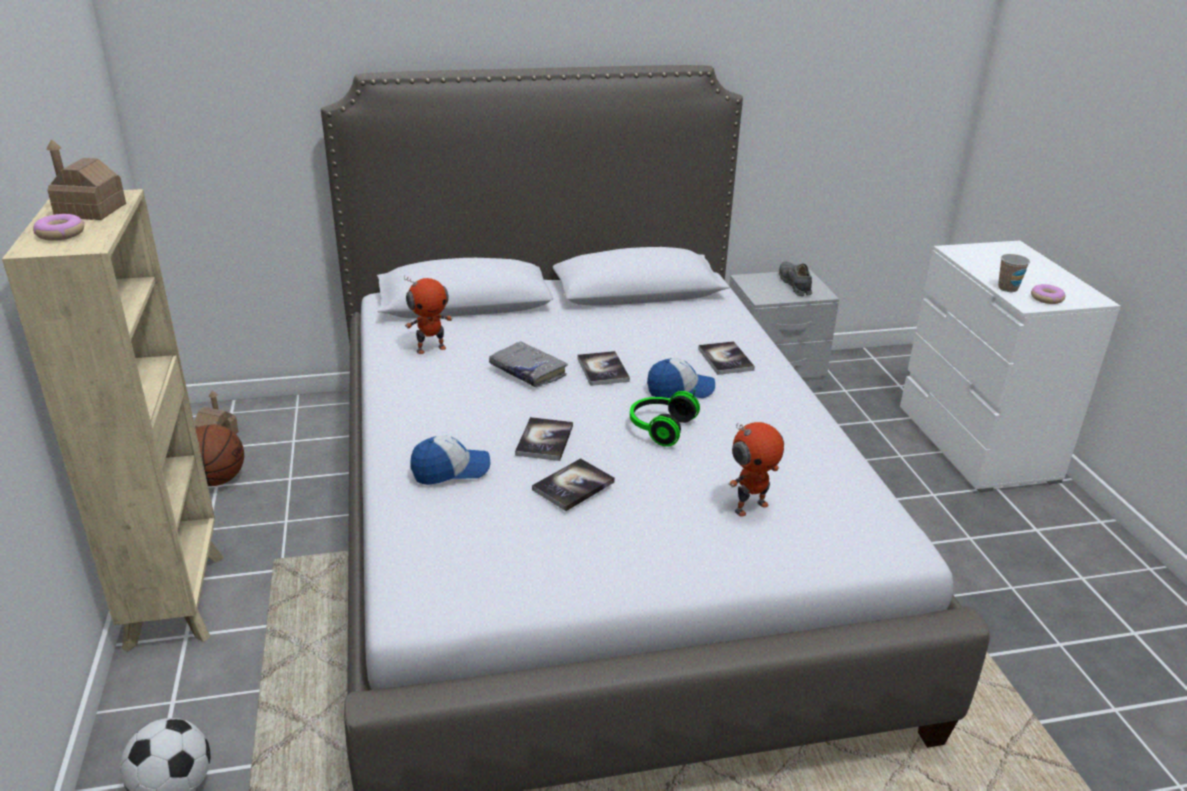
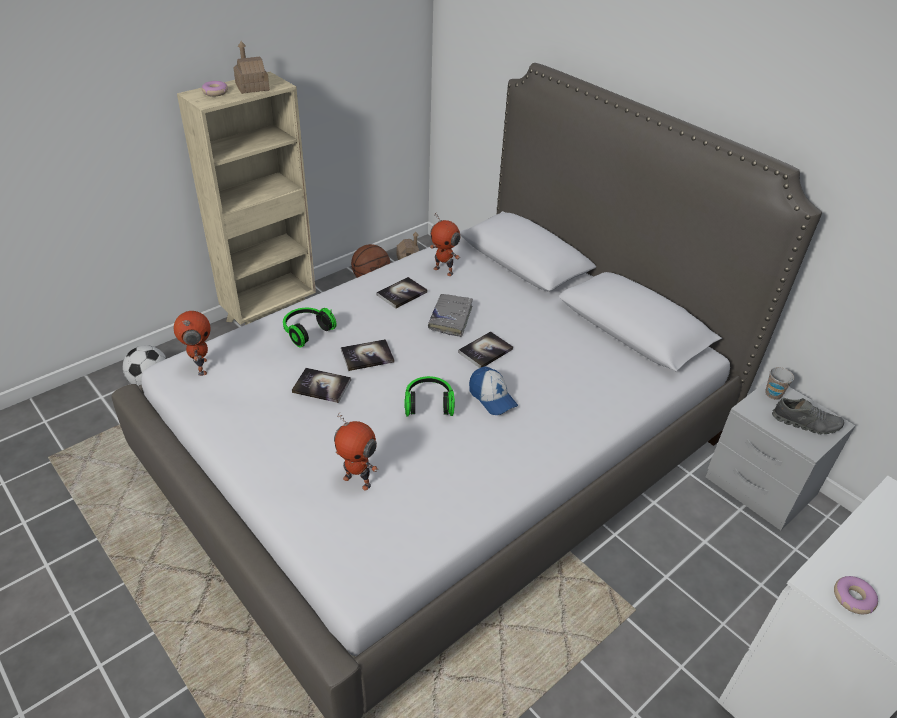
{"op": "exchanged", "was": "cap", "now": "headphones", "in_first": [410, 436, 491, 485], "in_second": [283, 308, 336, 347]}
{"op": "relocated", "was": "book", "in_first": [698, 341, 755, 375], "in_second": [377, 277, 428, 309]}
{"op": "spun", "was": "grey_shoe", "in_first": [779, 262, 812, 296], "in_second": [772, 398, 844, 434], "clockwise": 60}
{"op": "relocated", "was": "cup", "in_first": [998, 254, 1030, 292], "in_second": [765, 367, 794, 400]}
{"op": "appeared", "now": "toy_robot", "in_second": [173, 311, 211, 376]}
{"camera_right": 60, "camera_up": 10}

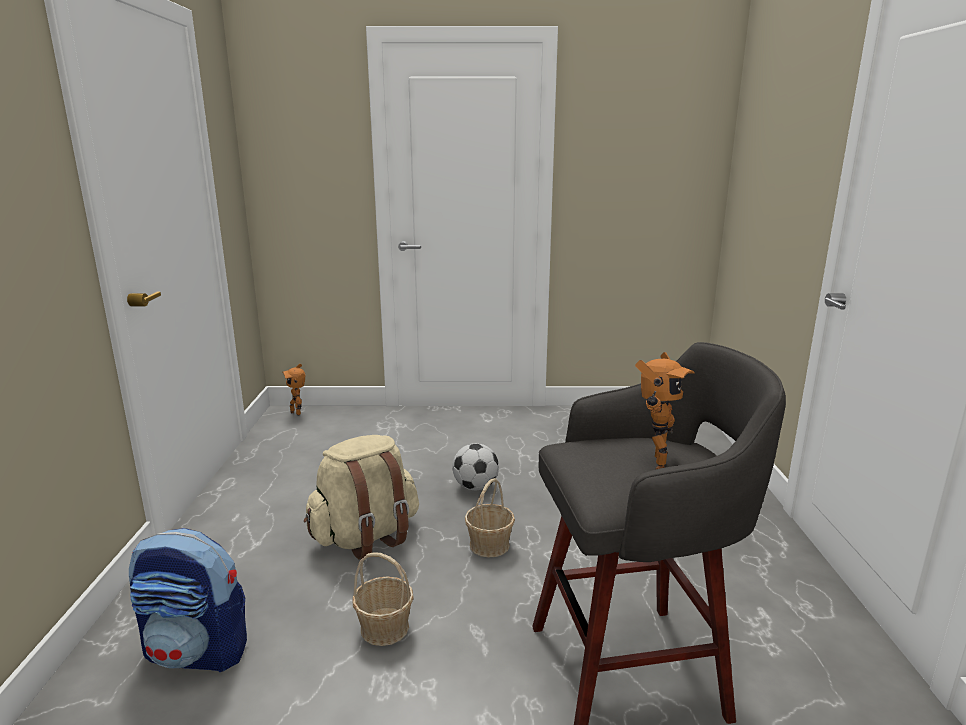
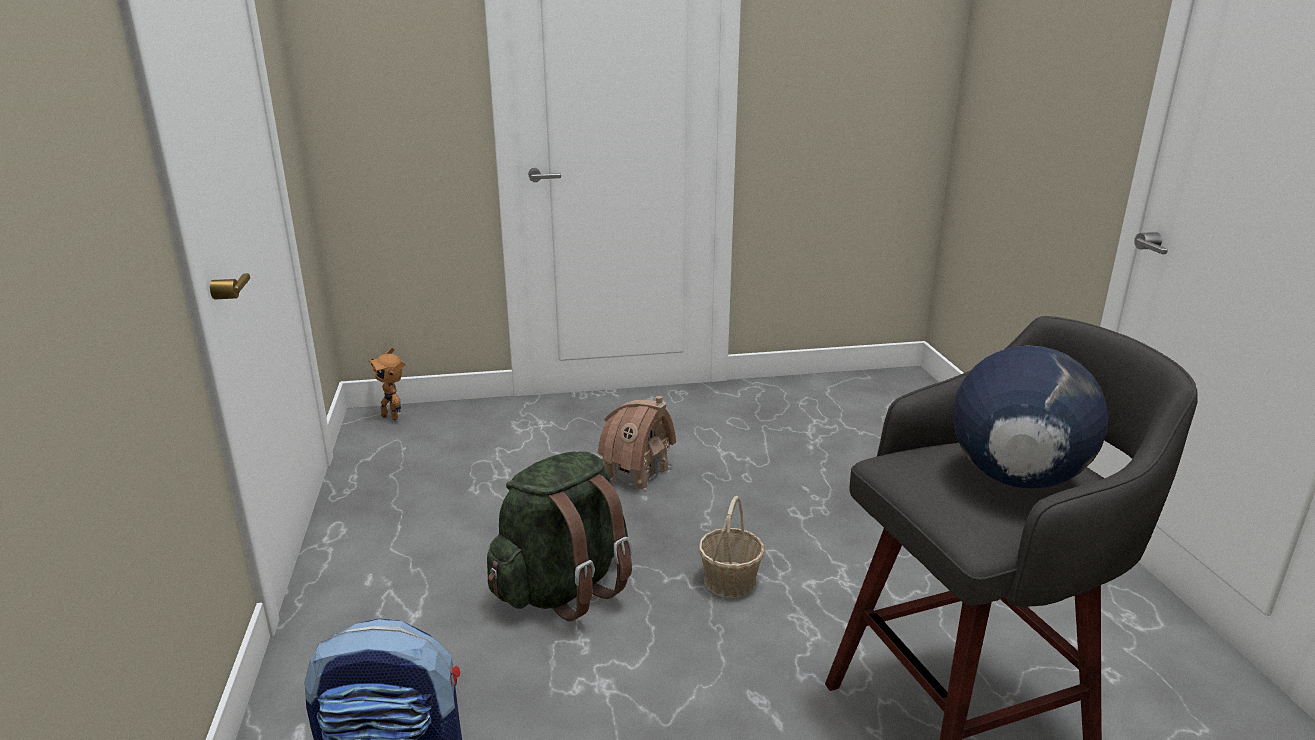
{"op": "colour", "was": "beige_backpack", "now": "green_backpack", "in_first": [304, 435, 419, 560], "in_second": [487, 451, 632, 621]}
{"op": "missing", "was": "basket", "in_first": [353, 552, 414, 646]}
{"op": "missing", "was": "football", "in_first": [452, 443, 499, 490]}
{"op": "exchanged", "was": "toy_robot", "now": "globe", "in_first": [635, 352, 695, 469], "in_second": [953, 345, 1108, 488]}
{"op": "appeared", "now": "toy_house", "in_second": [598, 396, 676, 491]}
{"camera_right": -10, "camera_up": 5}

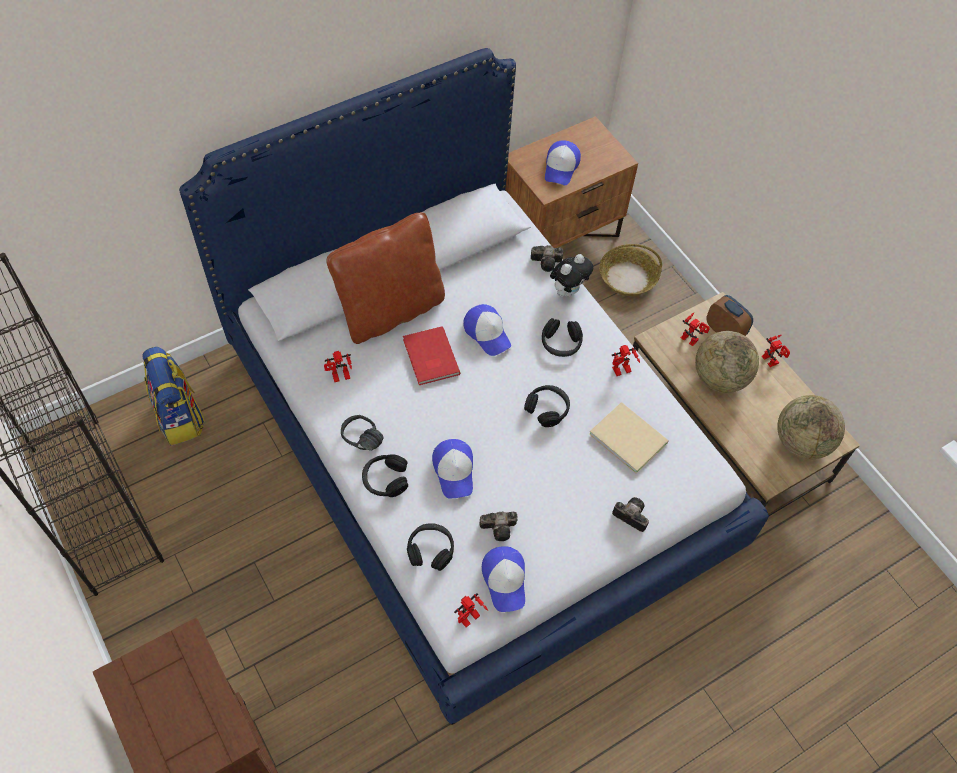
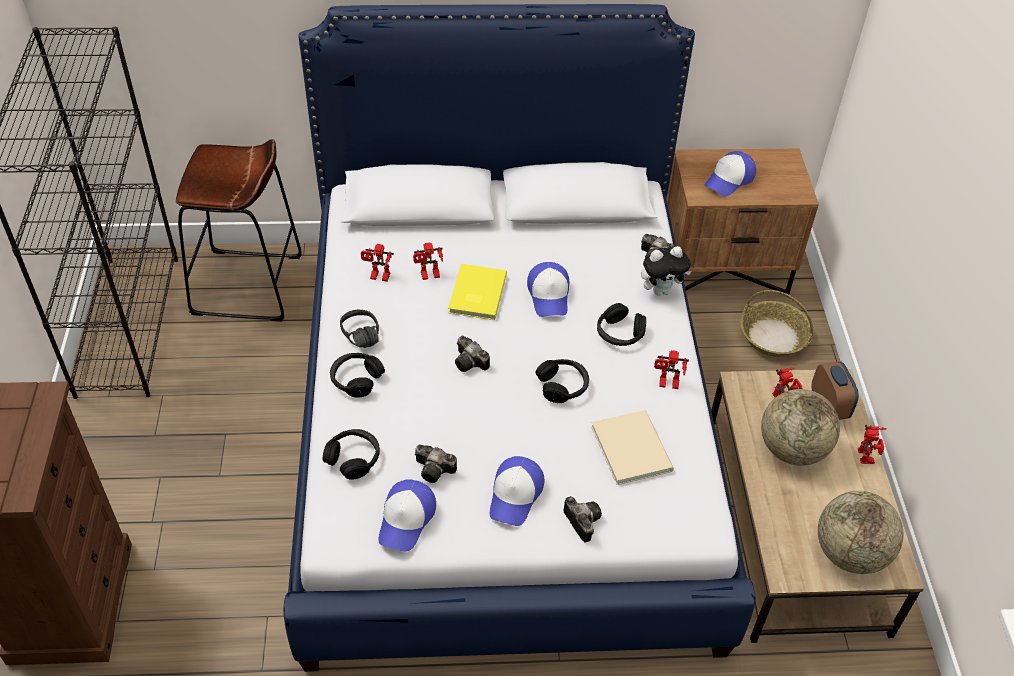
{"op": "exchanged", "was": "backpack", "now": "brown_stool", "in_first": [142, 347, 205, 446], "in_second": [175, 139, 302, 321]}
{"op": "missing", "was": "brown_pillow", "in_first": [326, 212, 445, 344]}
{"op": "colour", "was": "red_book", "now": "yellow_book", "in_first": [403, 326, 460, 385], "in_second": [448, 264, 507, 320]}
{"op": "relocated", "was": "cap", "in_first": [432, 439, 473, 499], "in_second": [490, 456, 544, 526]}
{"op": "relocated", "was": "toy_robot", "in_first": [454, 593, 488, 627], "in_second": [413, 242, 443, 280]}
{"op": "appeared", "now": "photo_camera", "in_second": [455, 336, 490, 372]}
{"camera_right": 30, "camera_up": -10}

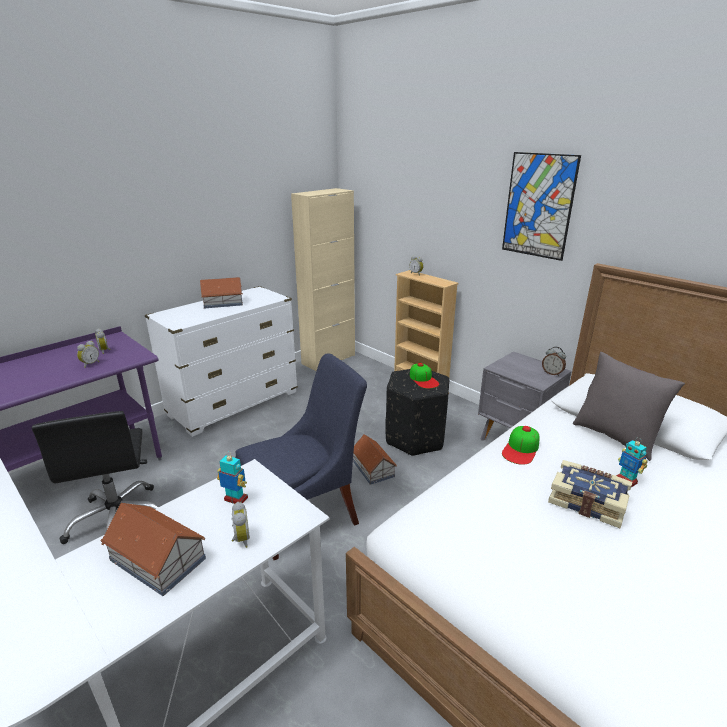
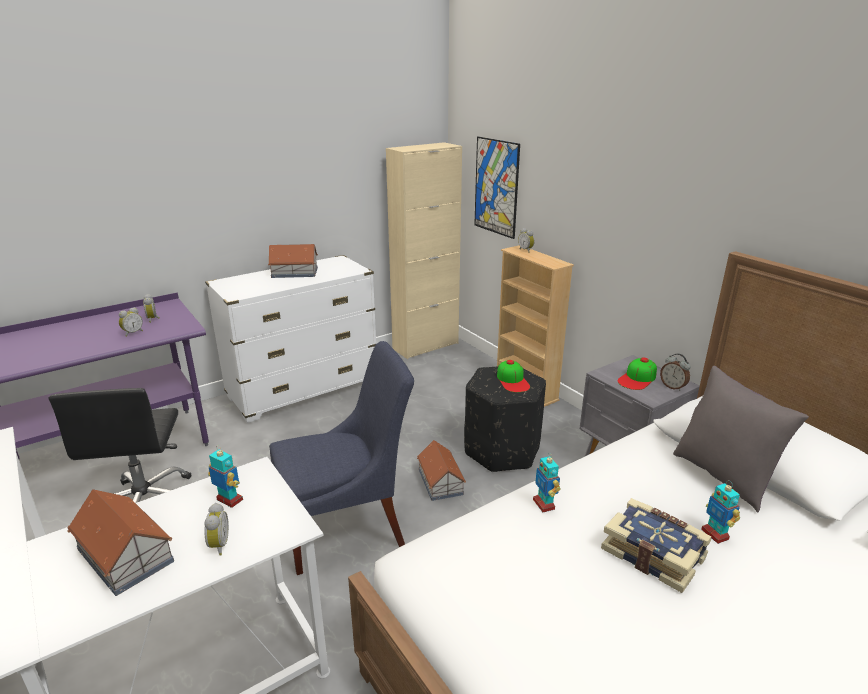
{"op": "relocated", "was": "picture", "in_first": [502, 152, 581, 261], "in_second": [474, 136, 520, 239]}
{"op": "relocated", "was": "cap", "in_first": [502, 426, 540, 465], "in_second": [618, 357, 657, 390]}
{"op": "appeared", "now": "toy_robot", "in_second": [533, 453, 561, 512]}
{"camera_right": 10, "camera_up": 0}

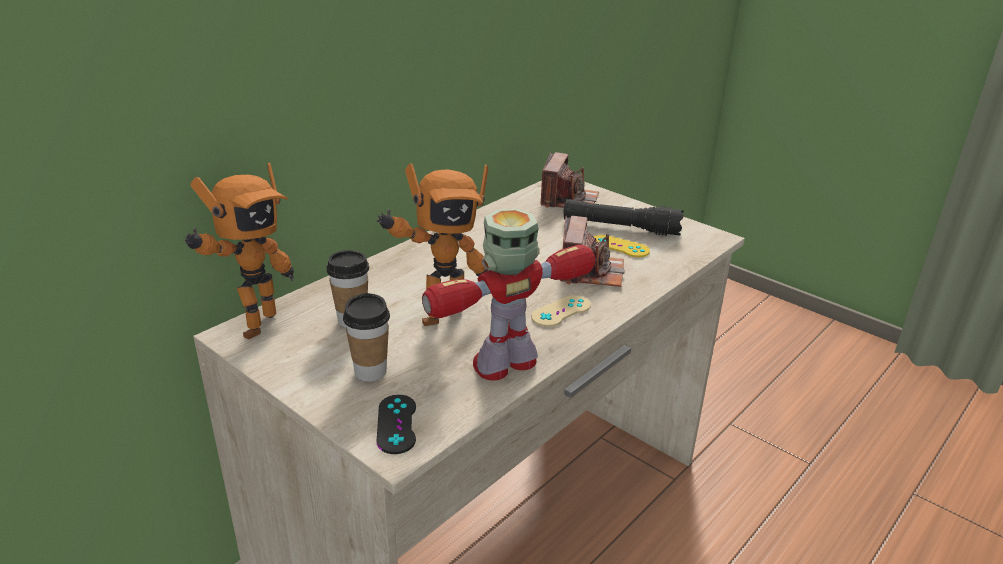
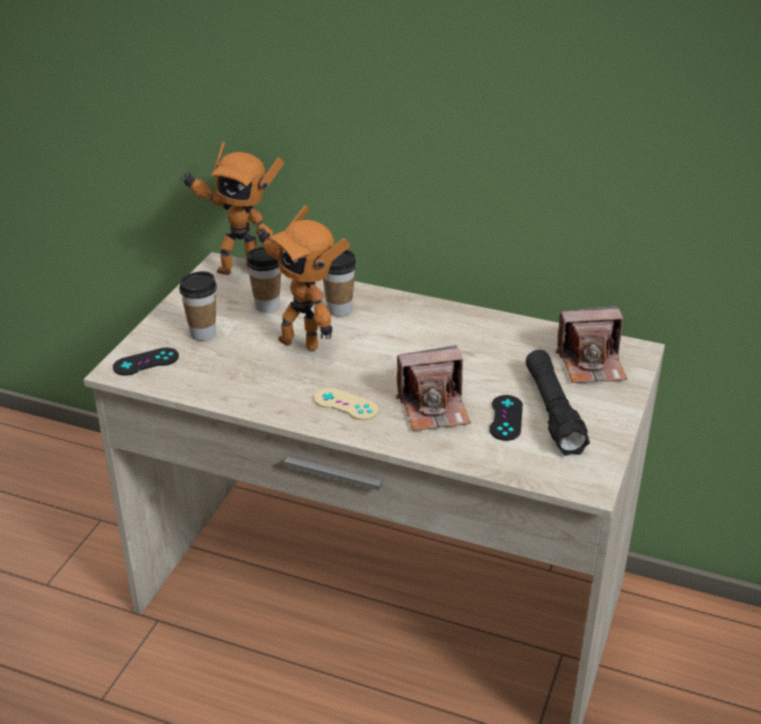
{"op": "missing", "was": "toy_robot", "in_first": [422, 208, 595, 381]}
{"op": "colour", "was": "yellow_game_controller", "now": "black_game_controller", "in_first": [594, 235, 650, 257], "in_second": [489, 395, 523, 441]}
{"op": "appeared", "now": "cup", "in_second": [323, 250, 356, 317]}
{"camera_right": 70, "camera_up": 5}

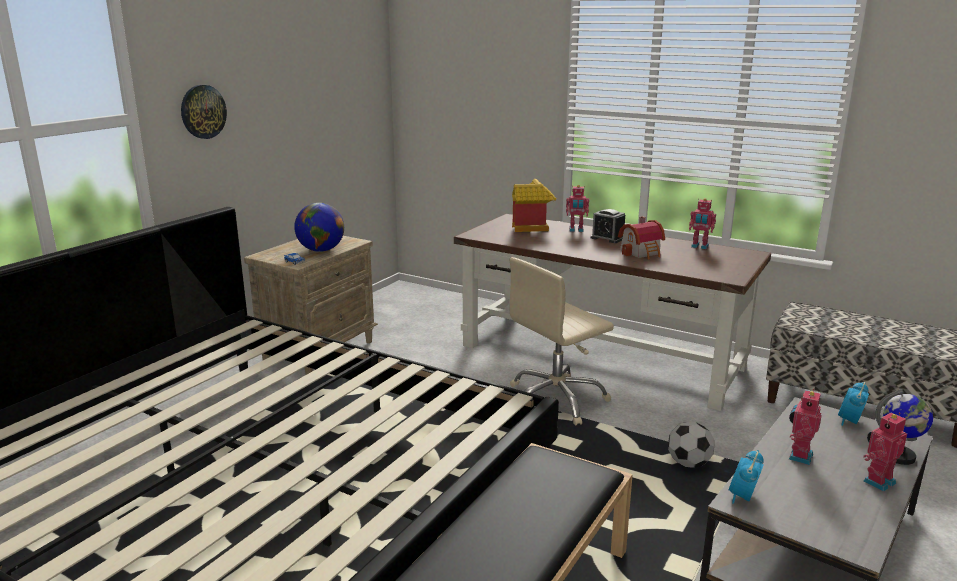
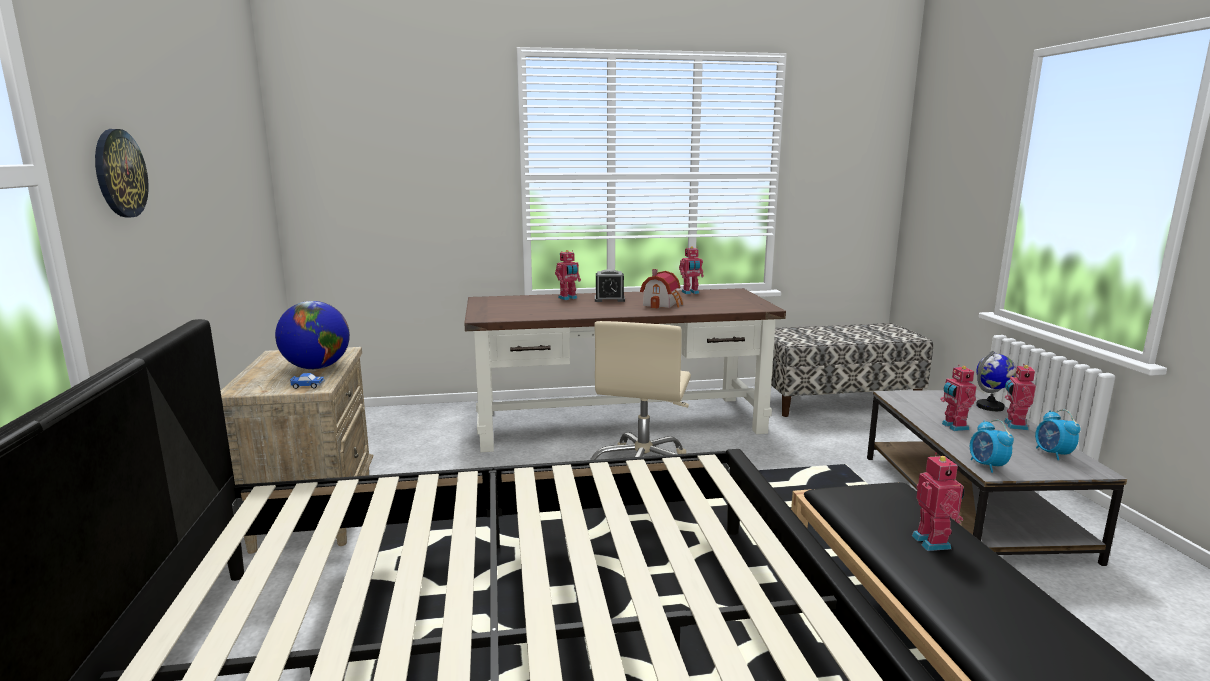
{"op": "missing", "was": "toy_house", "in_first": [512, 179, 556, 232]}
{"op": "missing", "was": "football", "in_first": [668, 422, 714, 468]}
{"op": "relocated", "was": "alarm_clock", "in_first": [838, 382, 869, 426], "in_second": [1035, 409, 1080, 460]}
{"op": "appeared", "now": "toy_robot", "in_second": [912, 453, 964, 551]}
{"camera_right": -40, "camera_up": -5}

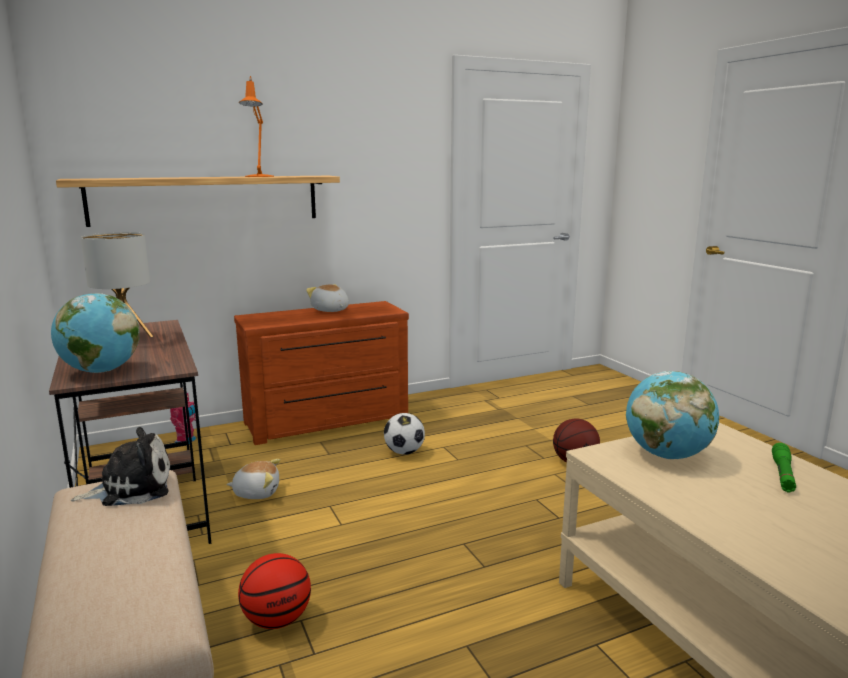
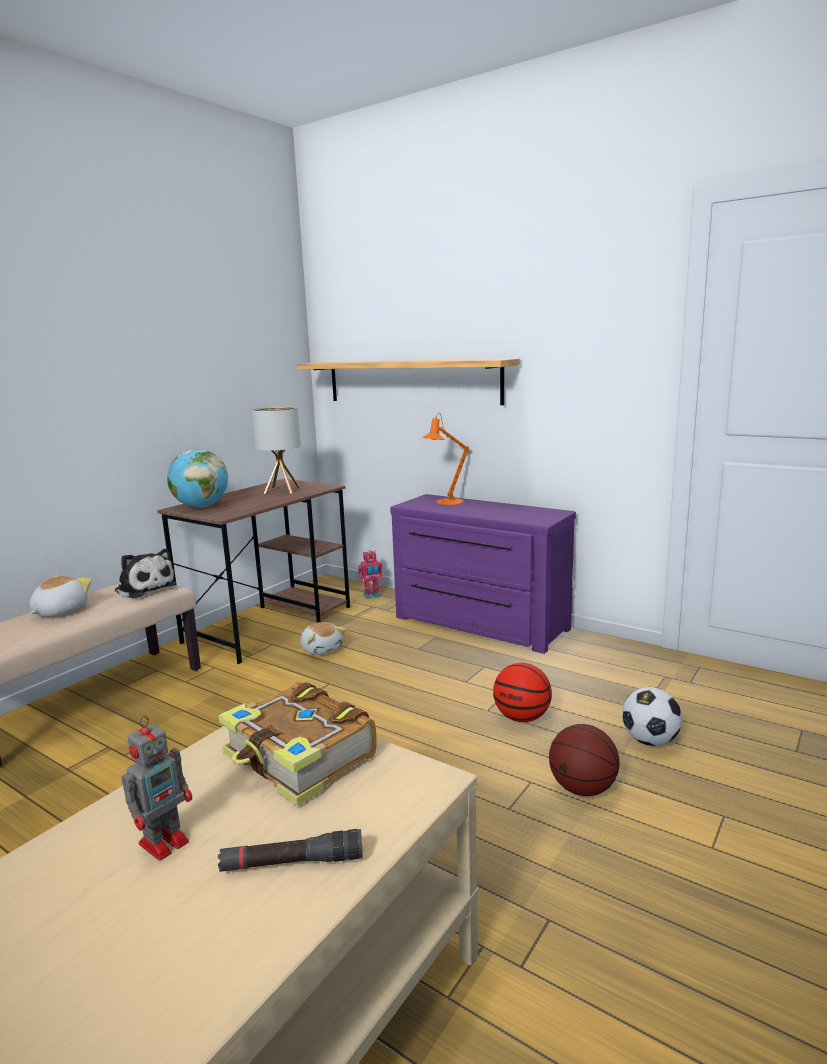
{"op": "colour", "was": "brown_dresser", "now": "purple_dresser", "in_first": [234, 301, 409, 445], "in_second": [390, 494, 576, 654]}
{"op": "relocated", "was": "basketball", "in_first": [238, 553, 311, 629], "in_second": [493, 663, 552, 722]}
{"op": "relocated", "was": "orange_table_lamp", "in_first": [239, 76, 274, 177], "in_second": [423, 414, 469, 505]}
{"op": "relocated", "was": "plush_toy", "in_first": [306, 284, 349, 312], "in_second": [29, 575, 92, 617]}
{"op": "relocated", "was": "football", "in_first": [384, 413, 425, 455], "in_second": [622, 687, 682, 746]}
{"op": "exchanged", "was": "globe", "now": "book", "in_first": [626, 371, 719, 459], "in_second": [218, 682, 377, 806]}
{"op": "colour", "was": "green_flashlight", "now": "black_flashlight", "in_first": [772, 443, 796, 493], "in_second": [218, 829, 363, 872]}
{"op": "appeared", "now": "toy_robot", "in_second": [122, 716, 192, 861]}
{"camera_right": 60, "camera_up": 0}

